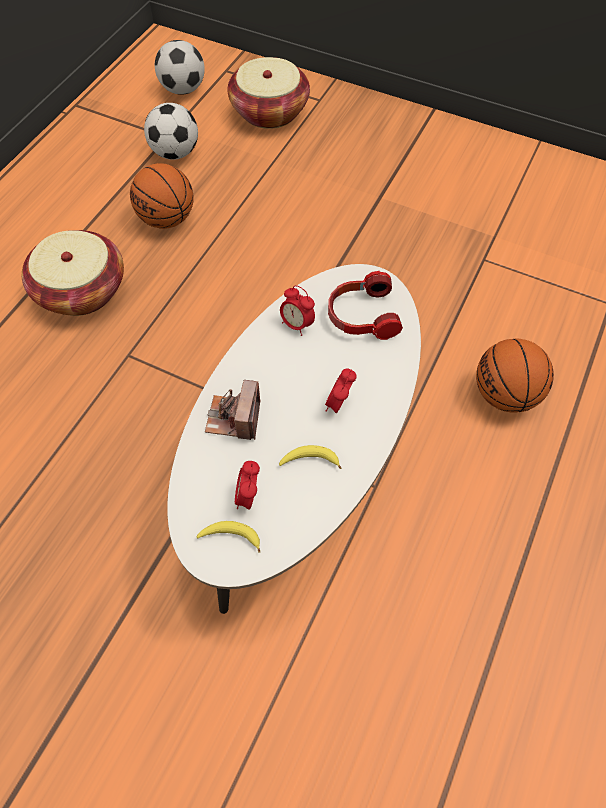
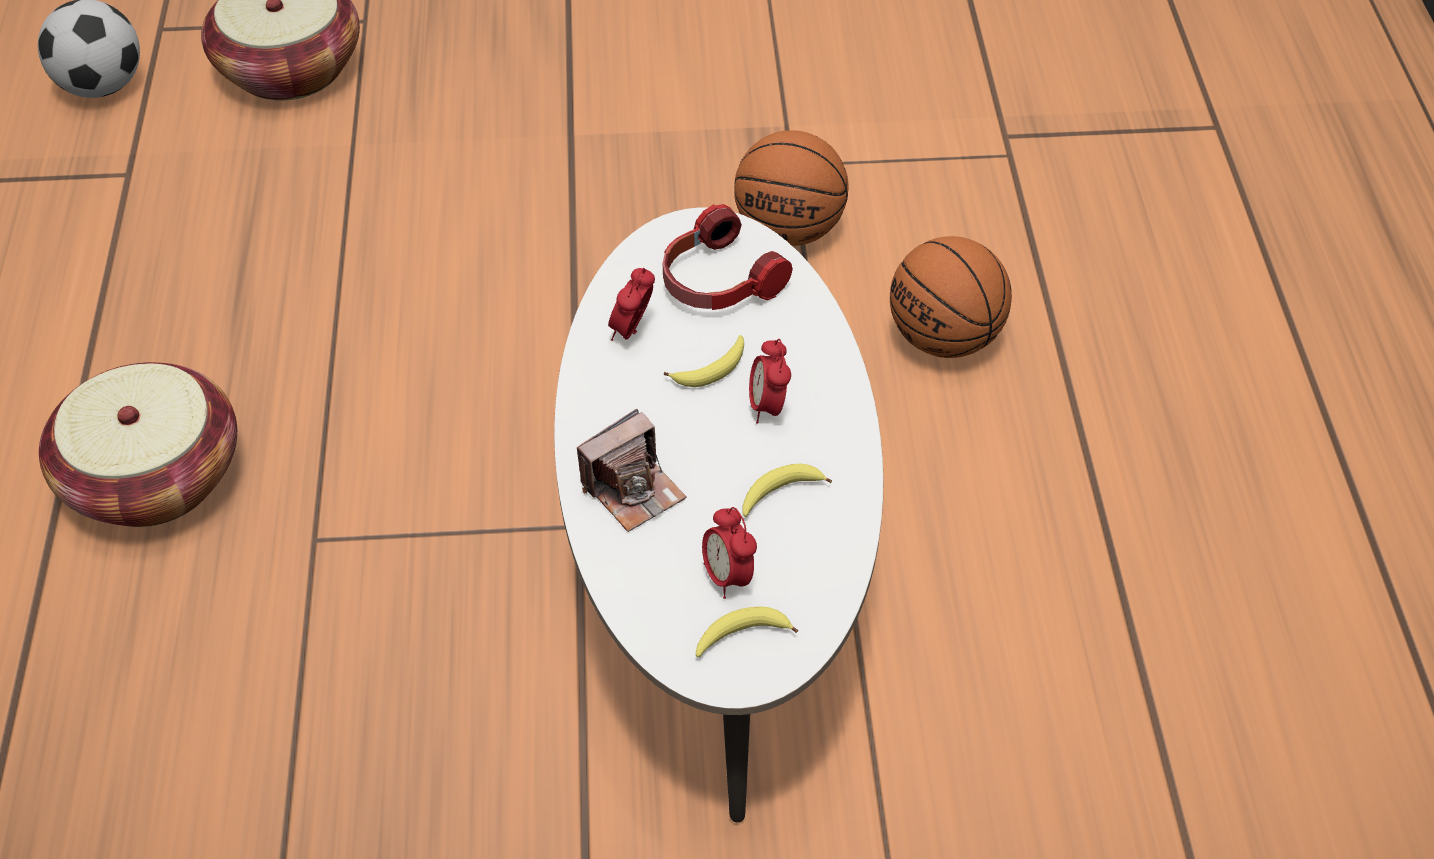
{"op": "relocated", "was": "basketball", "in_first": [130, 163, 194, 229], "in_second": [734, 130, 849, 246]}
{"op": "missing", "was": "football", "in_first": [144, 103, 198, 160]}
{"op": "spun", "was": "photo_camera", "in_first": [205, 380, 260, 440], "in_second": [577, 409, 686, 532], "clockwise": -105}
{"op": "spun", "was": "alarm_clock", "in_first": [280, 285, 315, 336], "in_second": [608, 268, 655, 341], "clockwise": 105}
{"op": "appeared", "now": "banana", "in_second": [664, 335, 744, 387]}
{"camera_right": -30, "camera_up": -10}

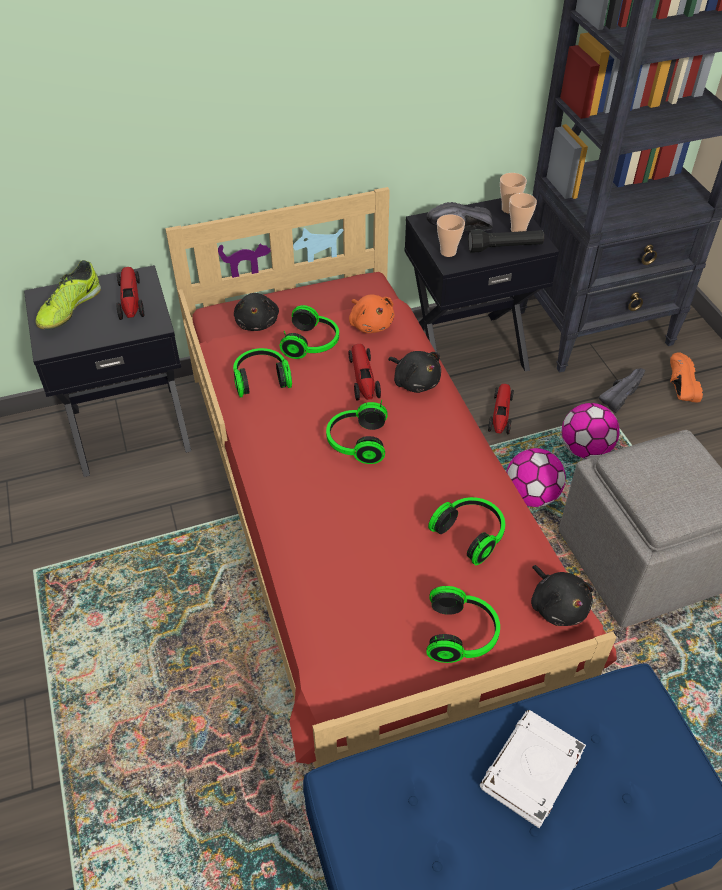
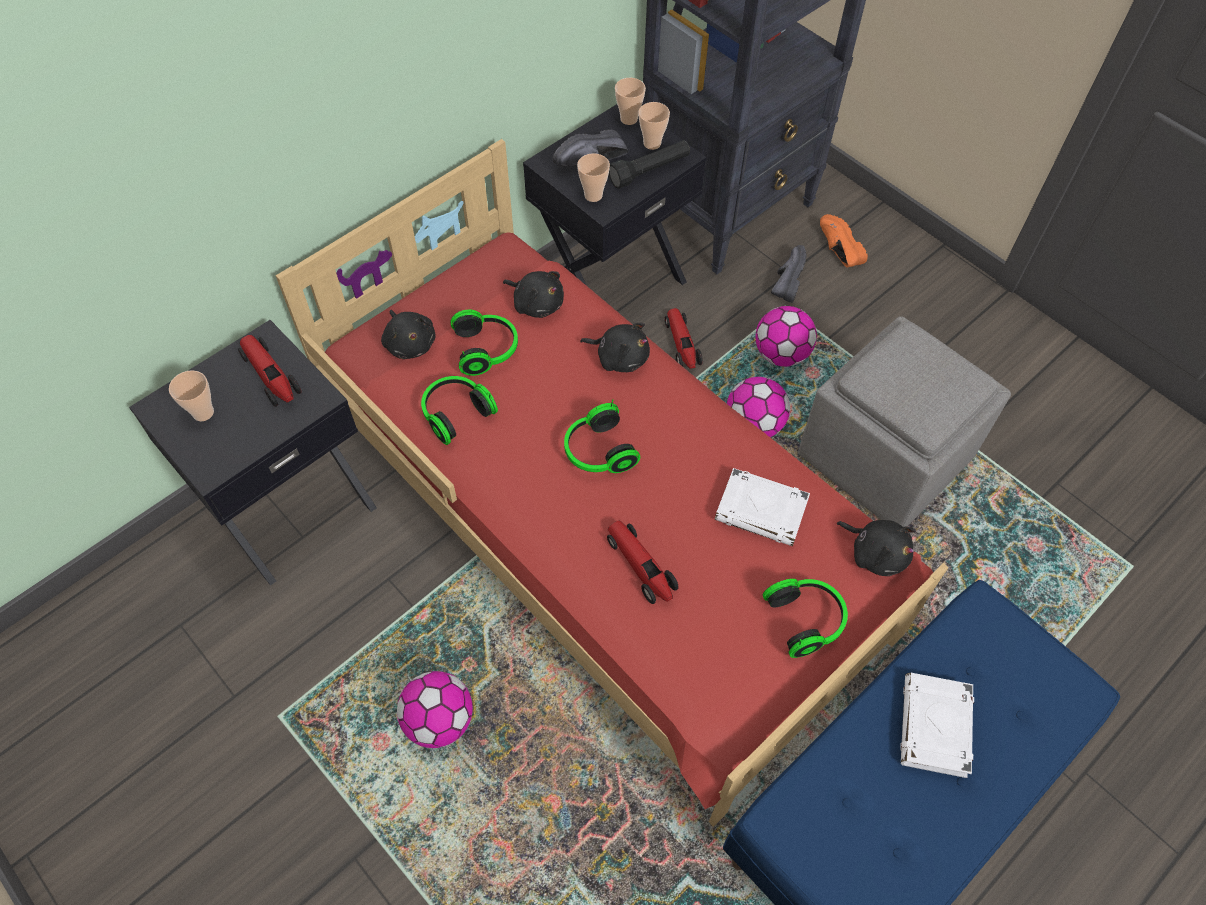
{"op": "exchanged", "was": "shoe", "now": "cup", "in_first": [35, 260, 101, 330], "in_second": [169, 370, 214, 421]}
{"op": "colour", "was": "orange_plush_toy", "now": "black_plush_toy", "in_first": [349, 295, 394, 333], "in_second": [503, 271, 564, 318]}
{"op": "relocated", "was": "toy_car", "in_first": [349, 344, 381, 401], "in_second": [607, 521, 679, 604]}
{"op": "exchanged", "was": "headphones", "now": "white_book", "in_first": [428, 497, 505, 565], "in_second": [715, 468, 810, 546]}
{"op": "appeared", "now": "football", "in_second": [397, 671, 473, 748]}
{"camera_right": -25, "camera_up": 10}

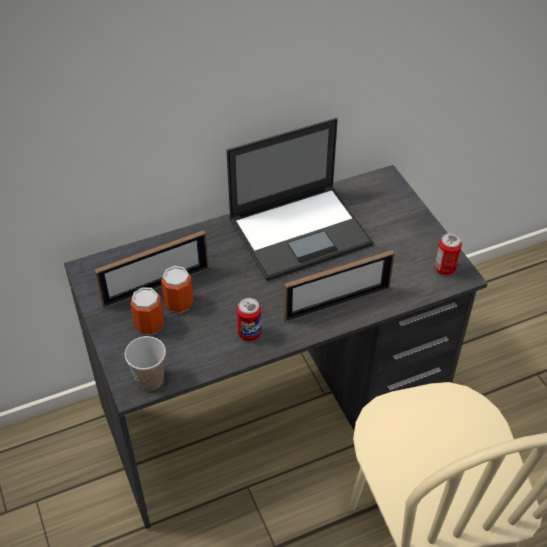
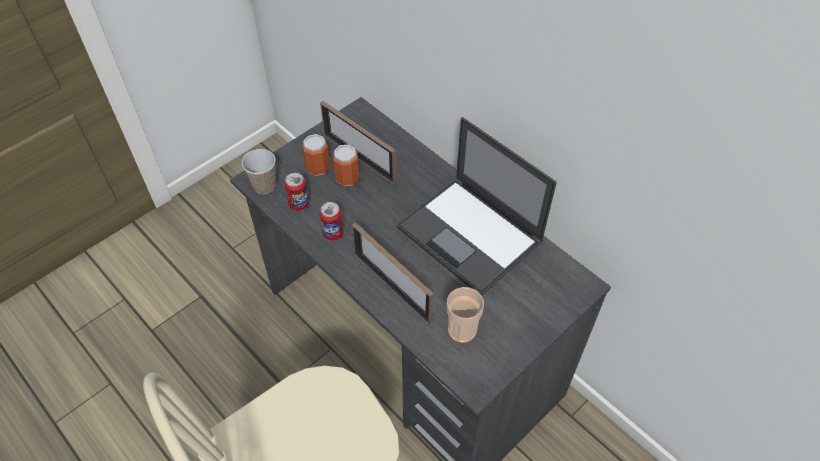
{"op": "relocated", "was": "can", "in_first": [434, 233, 462, 275], "in_second": [284, 173, 309, 211]}
{"op": "appeared", "now": "cup", "in_second": [447, 287, 484, 343]}
{"camera_right": 70, "camera_up": 5}

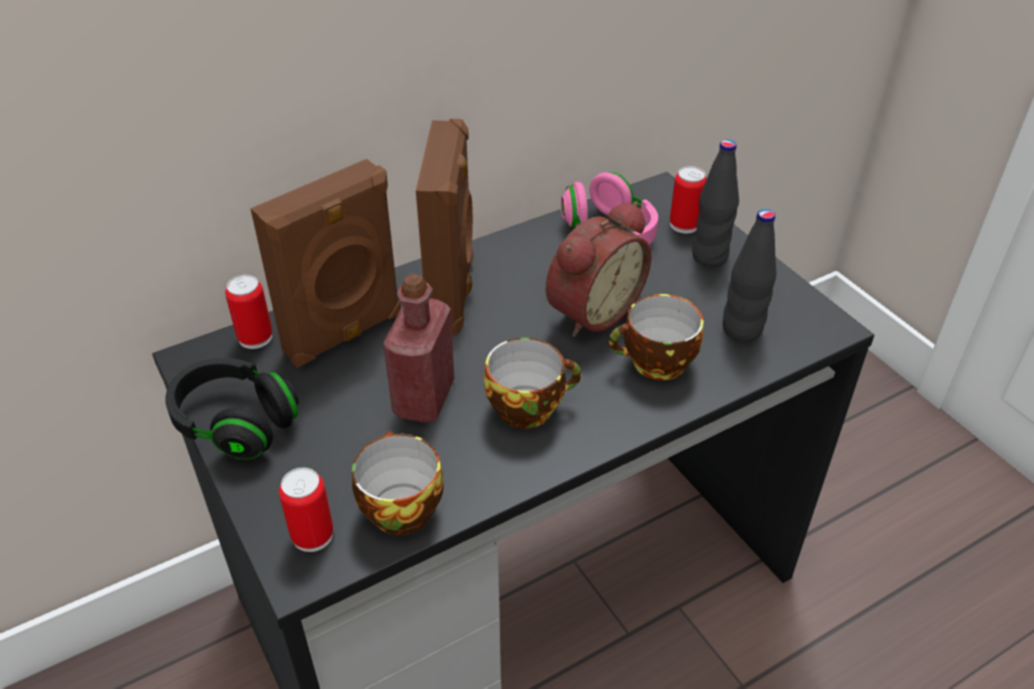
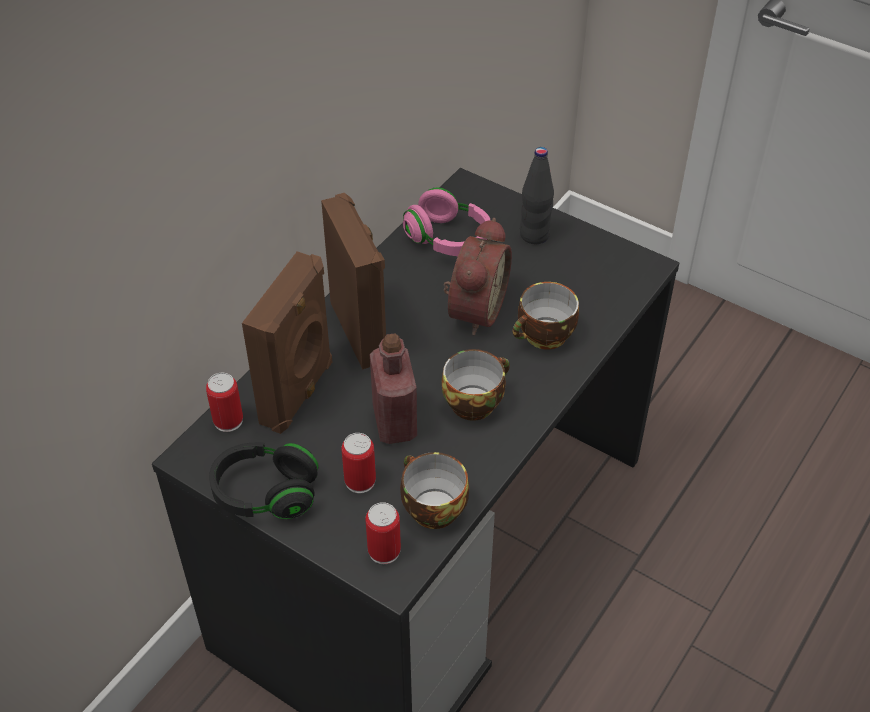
{"op": "relocated", "was": "can", "in_first": [670, 166, 707, 234], "in_second": [341, 433, 376, 493]}
{"op": "missing", "was": "black_bottle", "in_first": [723, 209, 776, 342]}
{"camera_right": -25, "camera_up": 5}

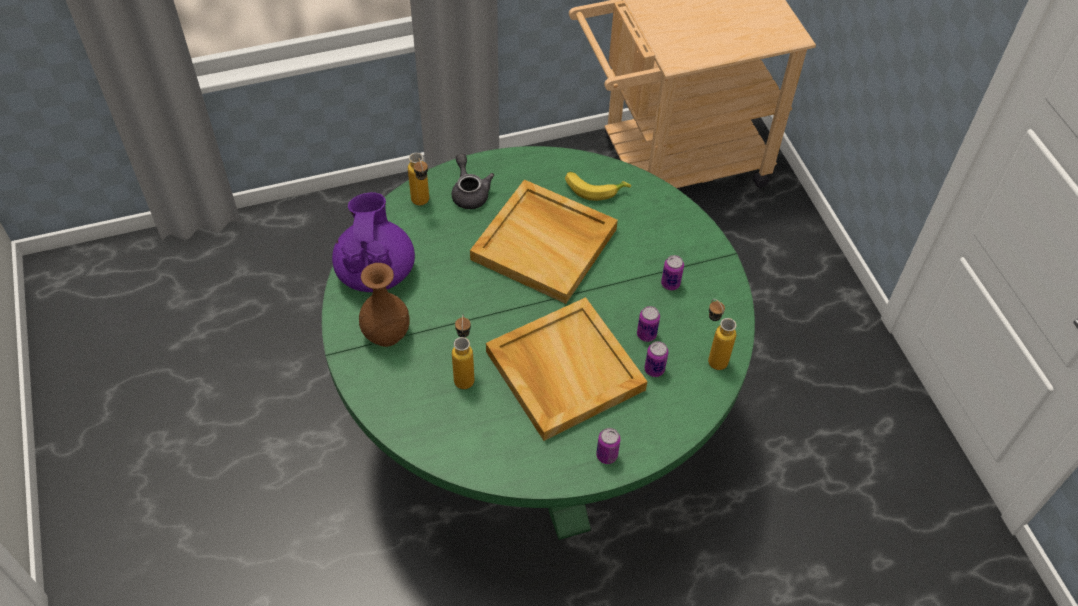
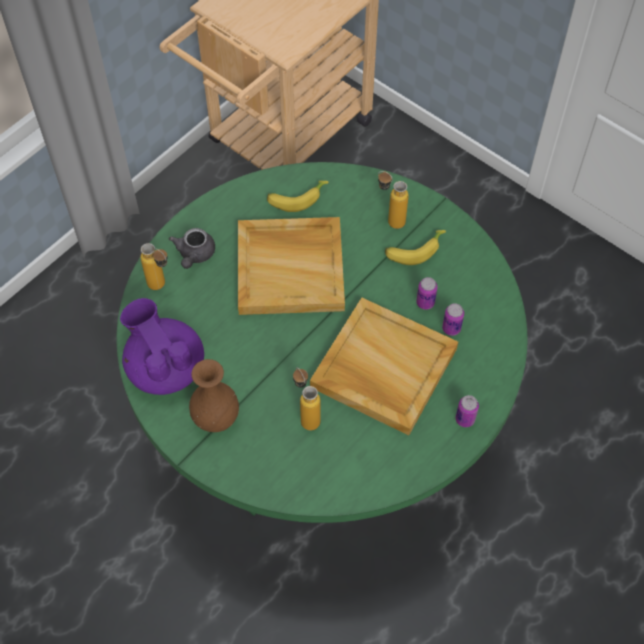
{"op": "spun", "was": "grey_teapot", "in_first": [451, 153, 494, 209], "in_second": [169, 228, 215, 269], "clockwise": -120}
{"op": "exchanged", "was": "can", "now": "banana", "in_first": [661, 255, 684, 290], "in_second": [385, 230, 446, 265]}
{"op": "relocated", "was": "bottle", "in_first": [708, 299, 736, 370], "in_second": [378, 171, 409, 229]}
{"camera_right": -30, "camera_up": 5}

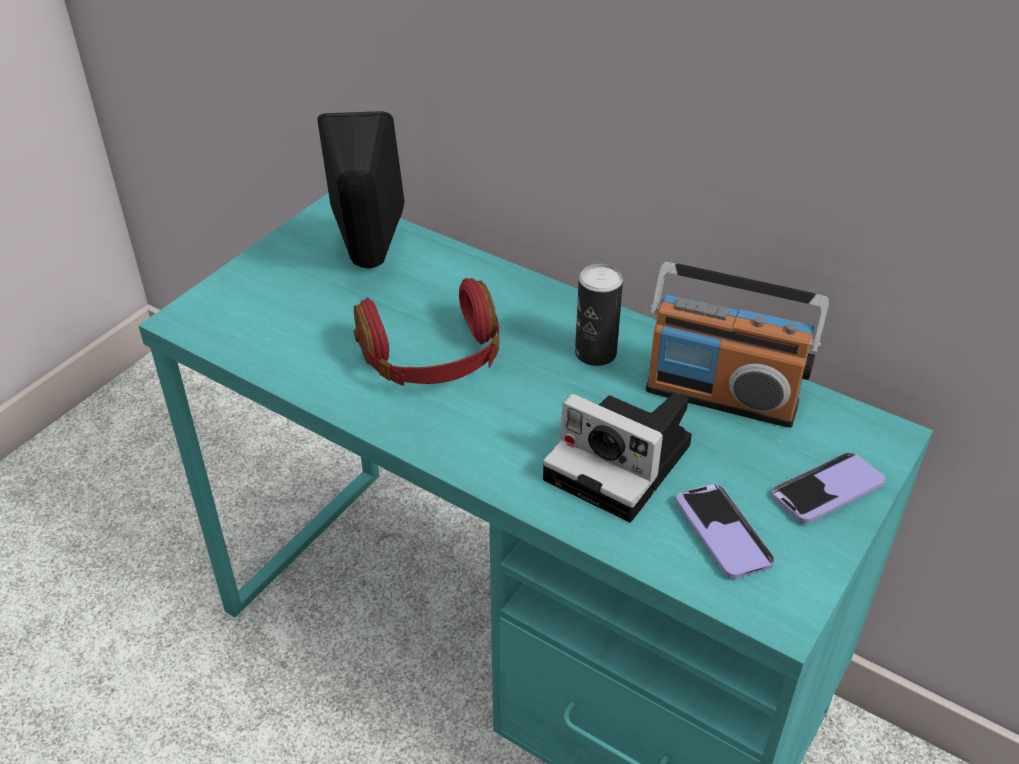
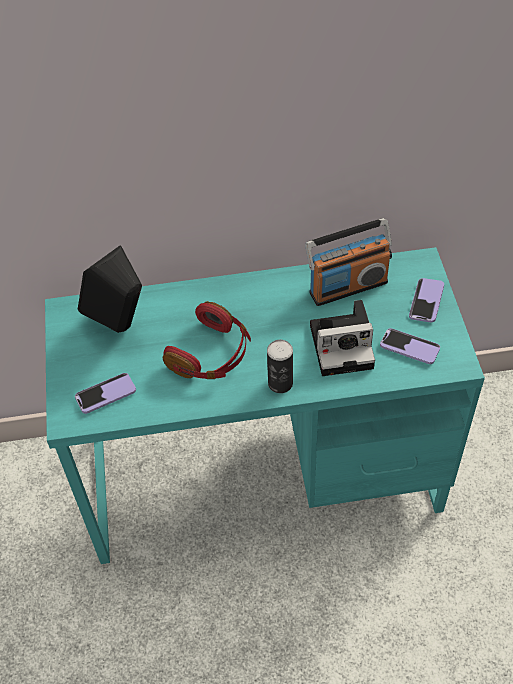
{"op": "relocated", "was": "can", "in_first": [575, 264, 623, 366], "in_second": [267, 340, 293, 393]}
{"op": "appeared", "now": "phone", "in_second": [75, 373, 136, 414]}
{"camera_right": -40, "camera_up": 10}

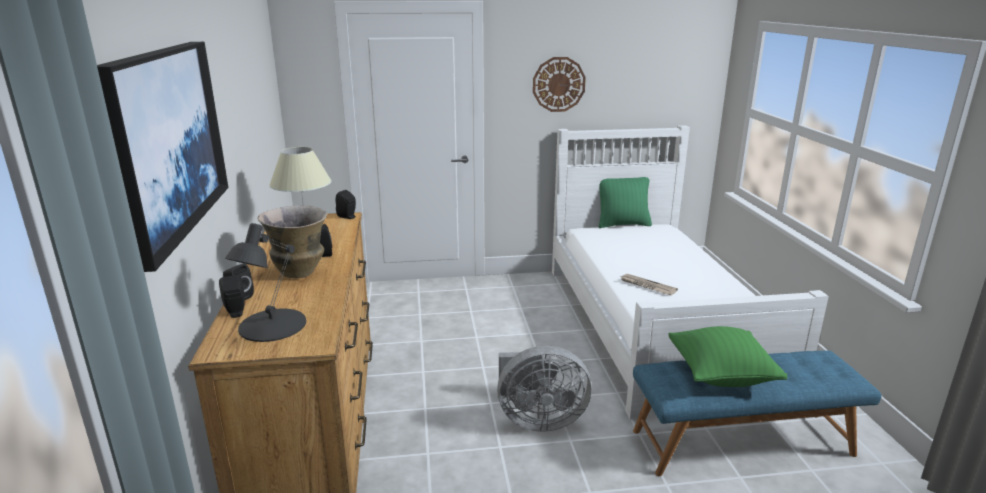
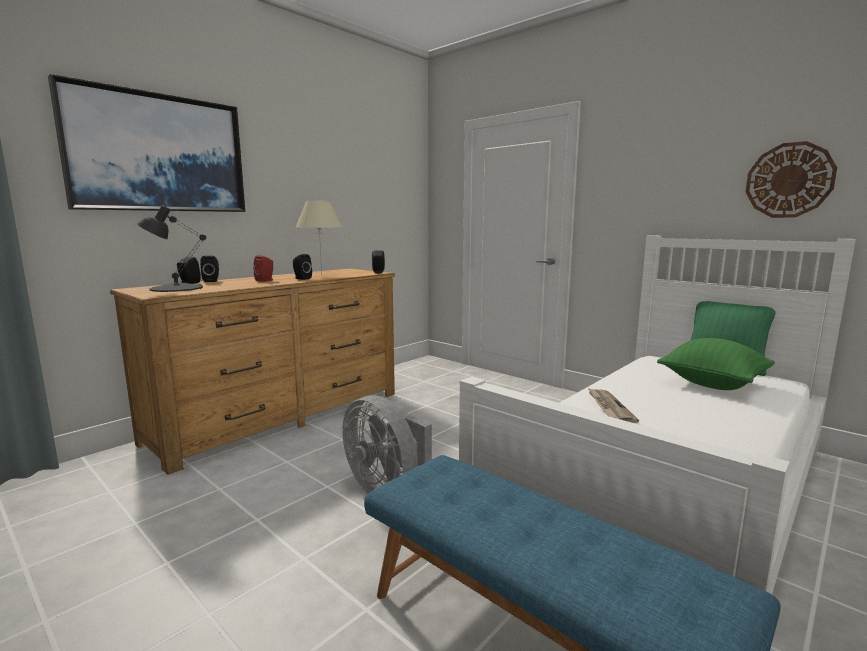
{"op": "exchanged", "was": "vase", "now": "red_speaker", "in_first": [258, 205, 327, 278], "in_second": [254, 255, 273, 282]}
{"op": "relocated", "was": "wall_clock", "in_first": [533, 57, 586, 112], "in_second": [746, 141, 837, 218]}
{"op": "relocated", "was": "green_pillow", "in_first": [668, 326, 787, 387], "in_second": [657, 338, 775, 390]}
{"camera_right": 50, "camera_up": -10}

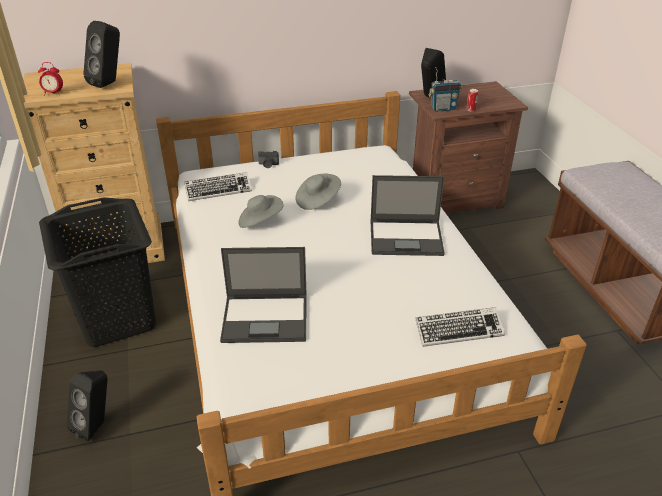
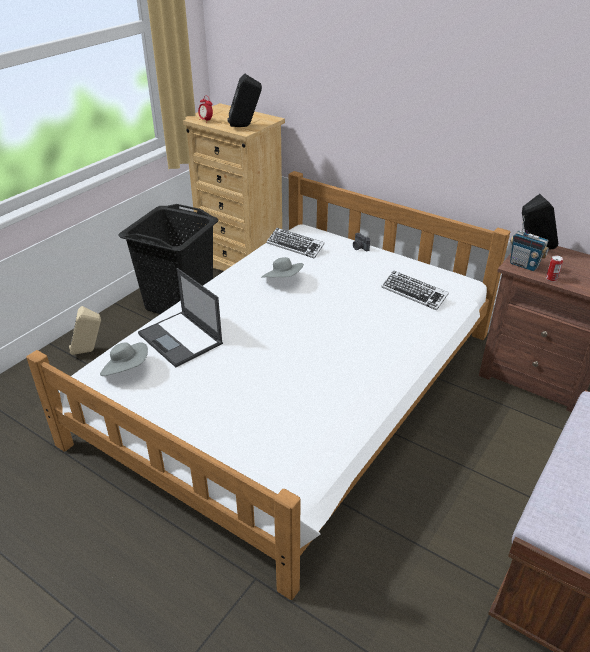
{"op": "colour", "was": "black_speaker", "now": "beige_speaker", "in_first": [67, 370, 107, 442], "in_second": [69, 306, 101, 355]}
{"op": "relocated", "was": "grey_hat", "in_first": [295, 174, 341, 210], "in_second": [100, 342, 148, 376]}
{"op": "missing", "was": "laptop", "in_first": [371, 175, 445, 256]}
{"op": "relocated", "was": "keyboard", "in_first": [415, 307, 505, 347], "in_second": [381, 270, 449, 310]}
{"camera_right": 50, "camera_up": 0}

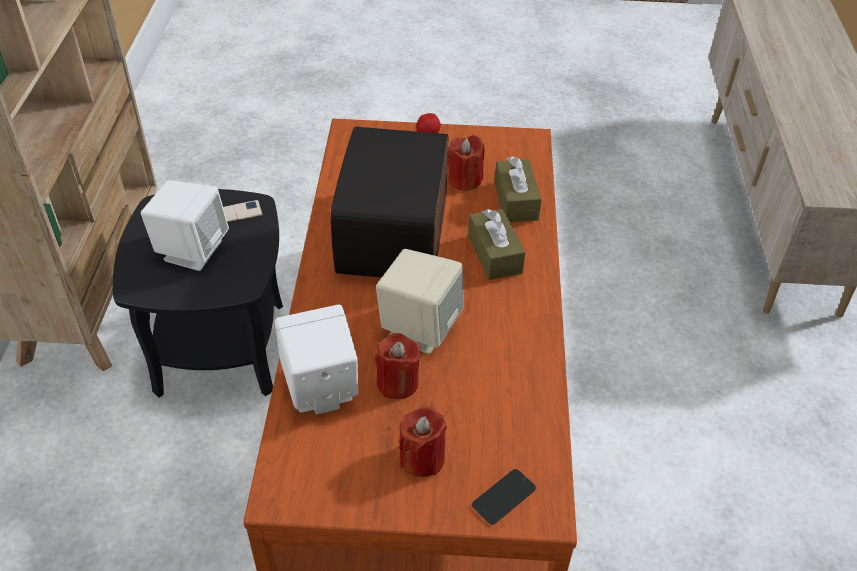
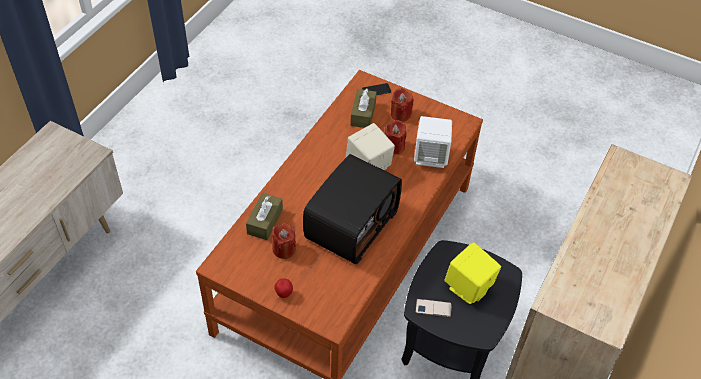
{"op": "colour", "was": "white_speaker", "now": "yellow_speaker", "in_first": [141, 180, 229, 271], "in_second": [444, 242, 501, 304]}
{"op": "relocated", "was": "brown_tissue_box", "in_first": [468, 209, 526, 280], "in_second": [350, 88, 377, 128]}
{"camera_right": -155, "camera_up": 5}

